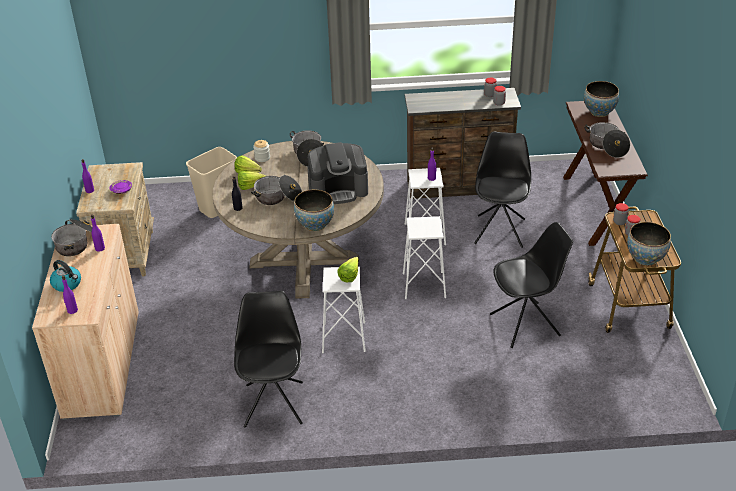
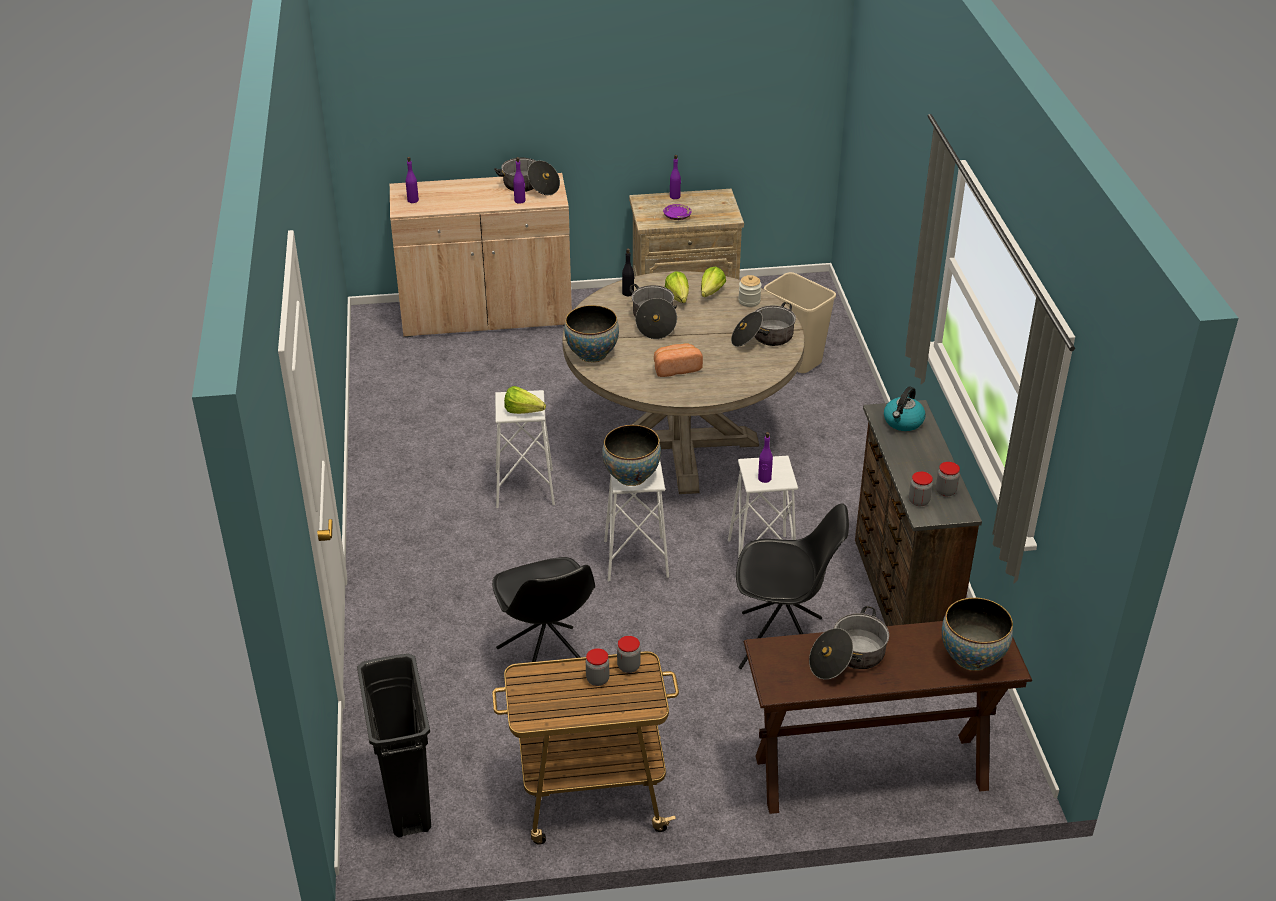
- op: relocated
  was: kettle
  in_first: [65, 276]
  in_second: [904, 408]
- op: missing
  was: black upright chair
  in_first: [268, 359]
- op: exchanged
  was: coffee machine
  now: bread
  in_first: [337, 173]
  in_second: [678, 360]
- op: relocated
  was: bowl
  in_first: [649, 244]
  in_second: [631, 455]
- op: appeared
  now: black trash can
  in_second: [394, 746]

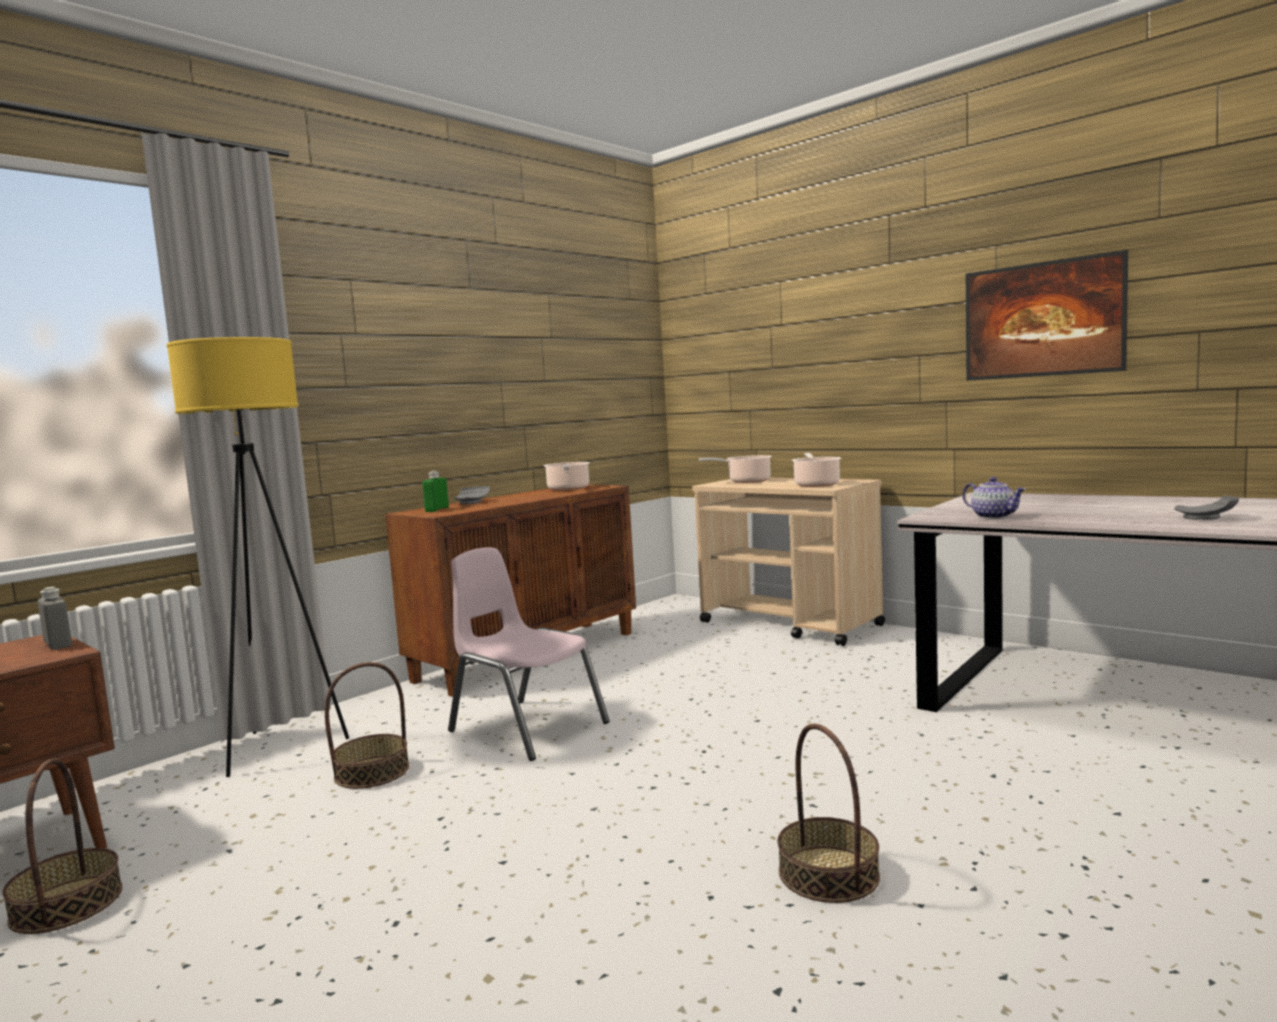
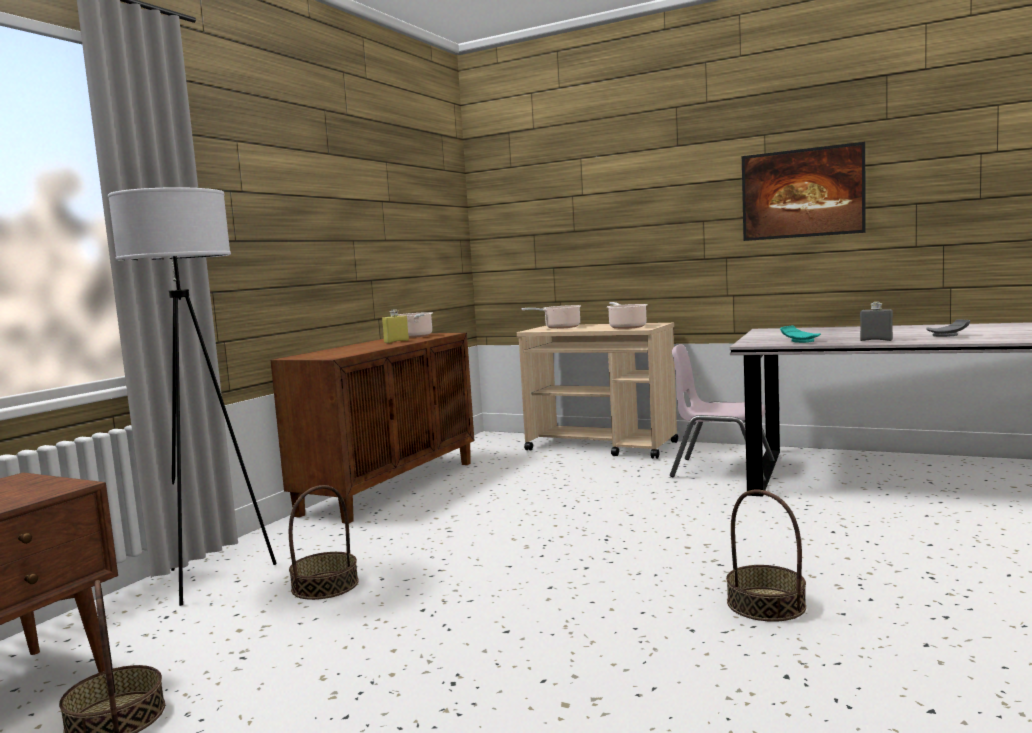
- op: relocated
  was: gray bottle
  in_first: [55, 618]
  in_second: [876, 321]
- op: colour
  was: yellow-coloured floor lamp
  now: whitish floor lamp
  in_first: [257, 557]
  in_second: [192, 396]
- op: missing
  was: greenish bottle
  in_first: [435, 491]
- op: relocated
  was: pink-coloured upright chair
  in_first: [529, 654]
  in_second: [722, 412]
- op: missing
  was: gray plate
  in_first: [472, 495]
- op: exchanged
  was: tea pot
  now: turquoise-coloured plate
  in_first: [994, 498]
  in_second: [800, 334]
- op: appeared
  now: yellow-coloured bottle
  in_second: [395, 326]

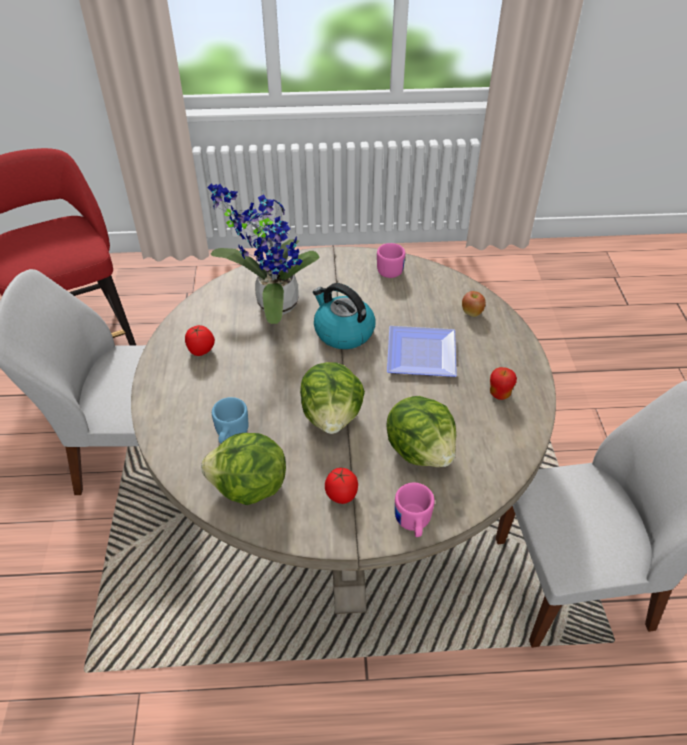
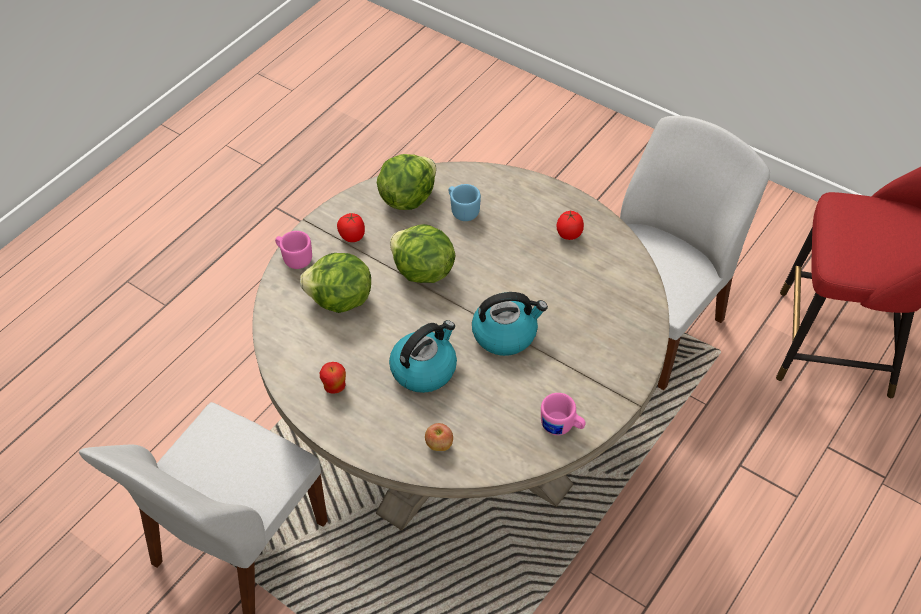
- op: missing
  was: plant in a pot
  in_first: [263, 253]
- op: exchanged
  was: plate
  now: kettle
  in_first: [422, 351]
  in_second: [423, 356]

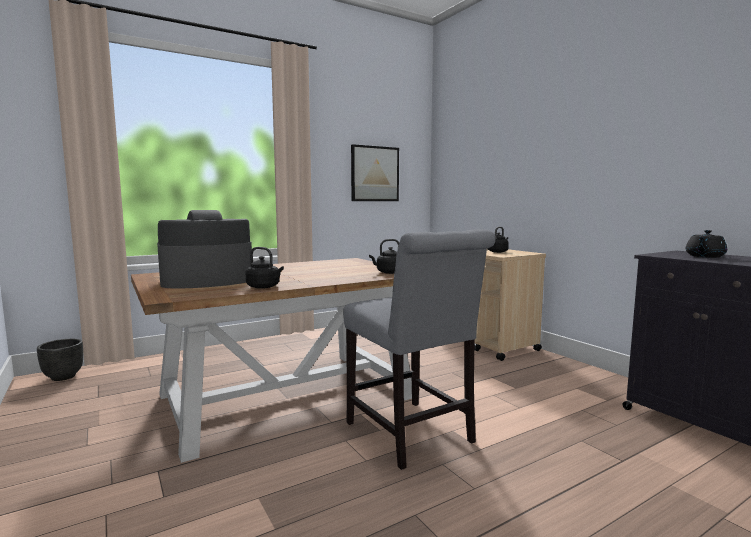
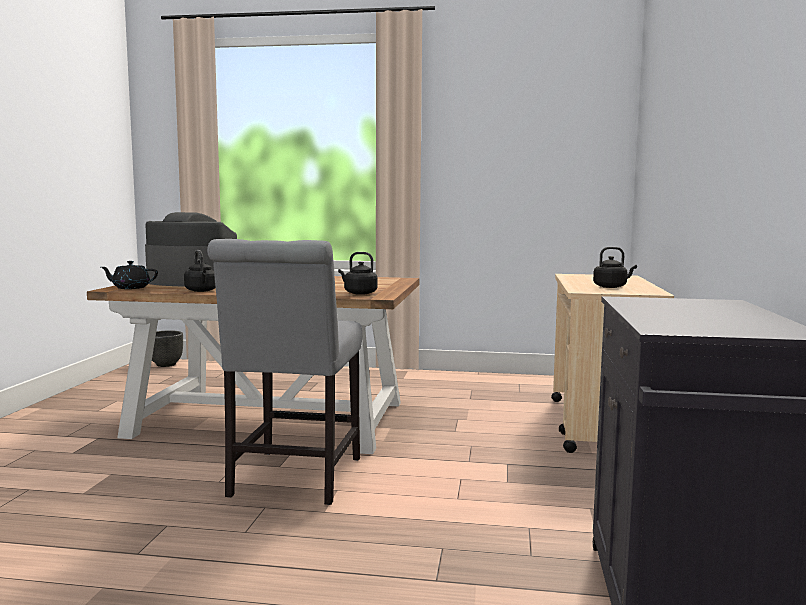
- op: missing
  was: wall picture
  in_first: [375, 172]
- op: relocated
  was: black tea pot
  in_first: [706, 244]
  in_second: [129, 275]

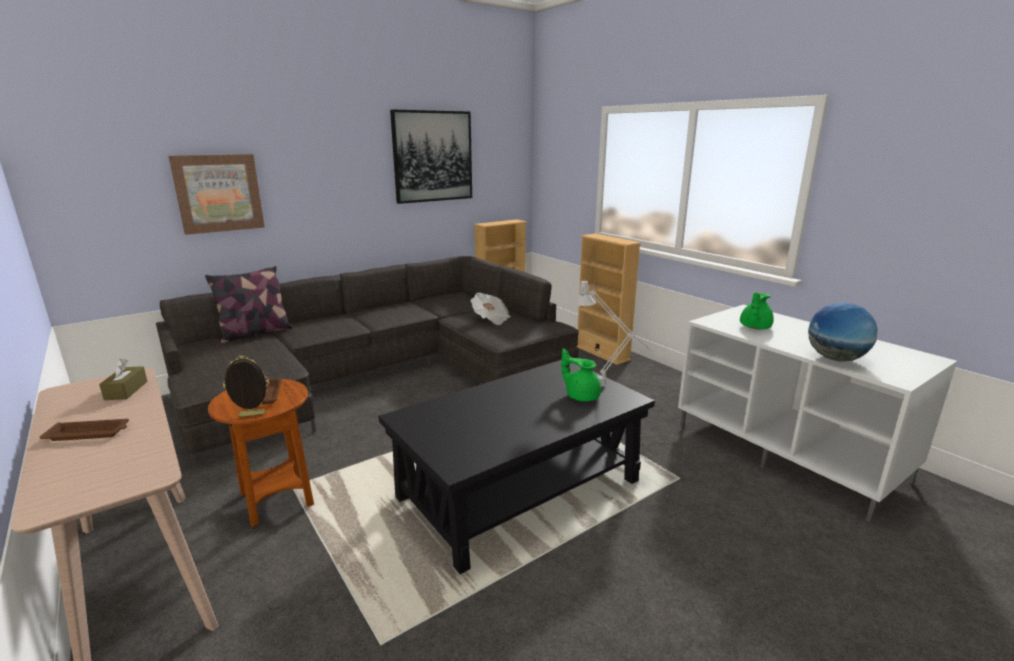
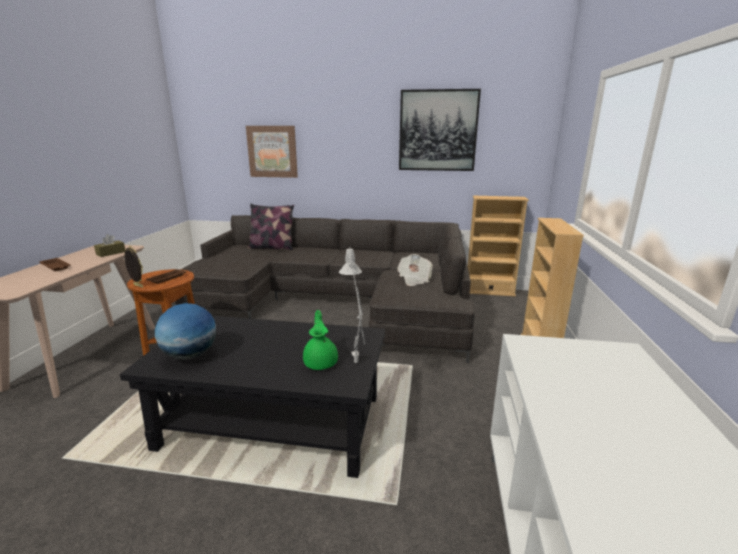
- op: missing
  was: greenish tea pot
  in_first: [757, 310]
- op: relocated
  was: desk globe
  in_first: [843, 332]
  in_second: [185, 331]

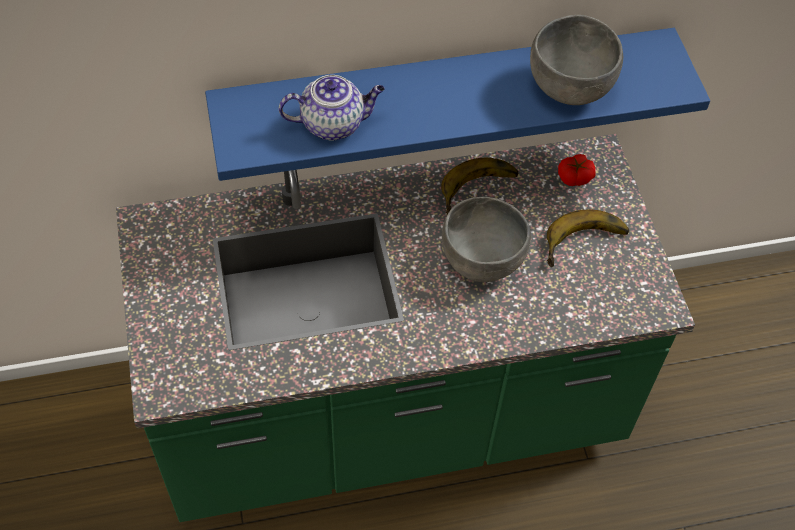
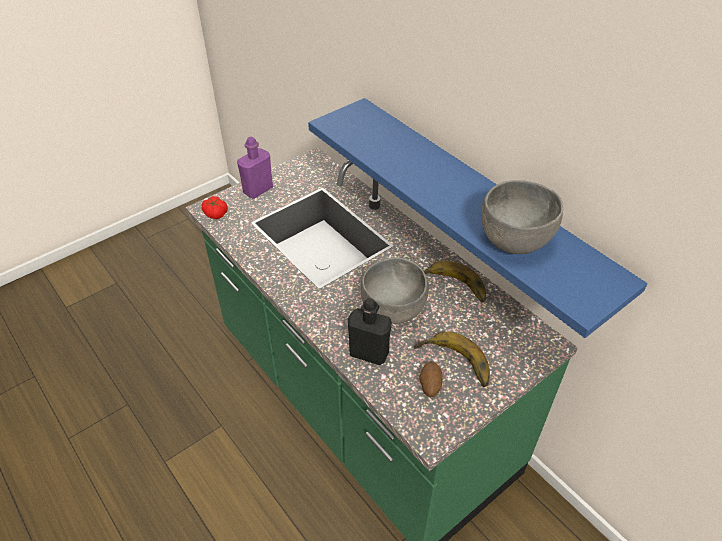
- op: missing
  was: tea pot
  in_first: [332, 107]
- op: relocated
  was: tomato
  in_first: [577, 170]
  in_second: [214, 207]
- op: appeared
  now: purplish bottle
  in_second: [255, 167]
- op: appeared
  now: black bottle
  in_second: [370, 331]
- op: appeared
  now: potato
  in_second: [430, 379]

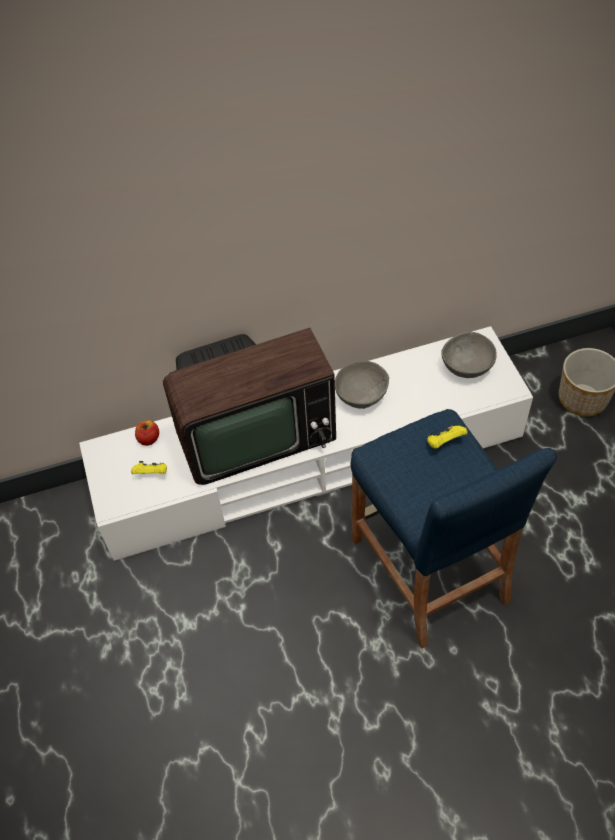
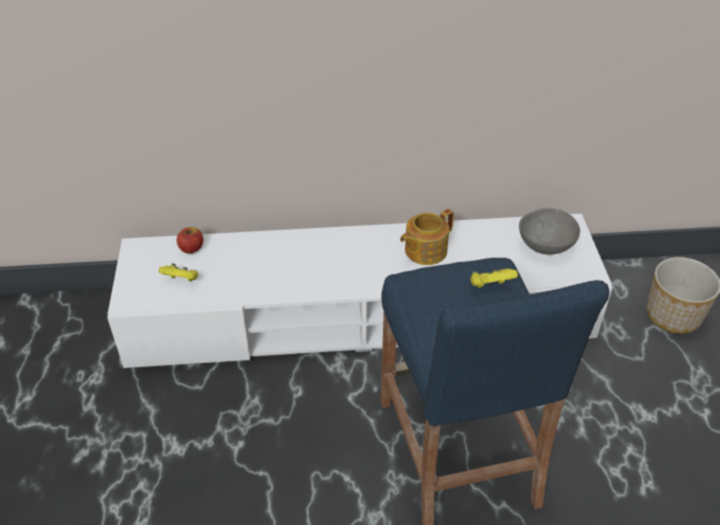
- op: missing
  was: TV
  in_first: [249, 406]
- op: exchanged
  was: gray bowl
  now: tea pot
  in_first: [362, 385]
  in_second: [427, 237]

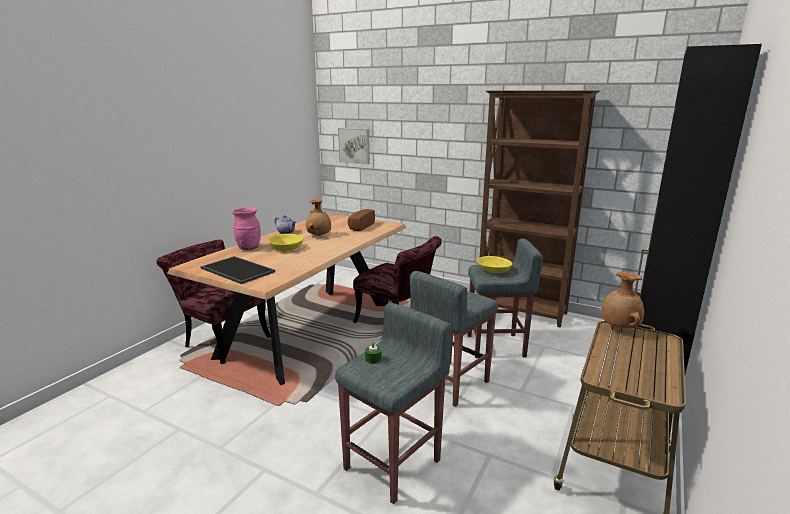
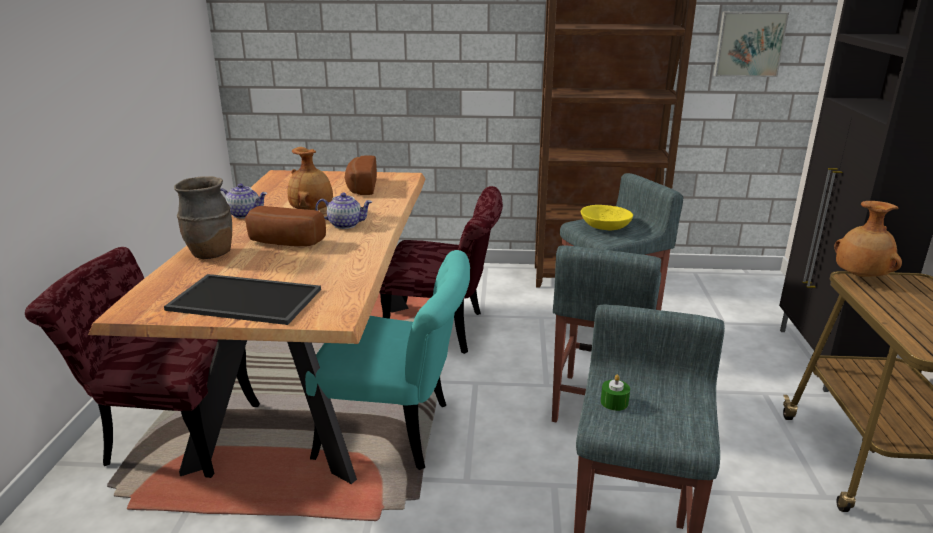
- op: colour
  was: pink-coloured decorative vase
  now: brown-coloured decorative vase
  in_first: [246, 228]
  in_second: [203, 217]
- op: exchanged
  was: yellow-coloured bowl
  now: bread
  in_first: [286, 242]
  in_second: [285, 226]
- op: relocated
  was: wall picture
  in_first: [354, 146]
  in_second: [751, 44]
- op: appeared
  now: turquoise-coloured upright chair
  in_second: [387, 360]
- op: appeared
  now: tea pot
  in_second: [344, 211]

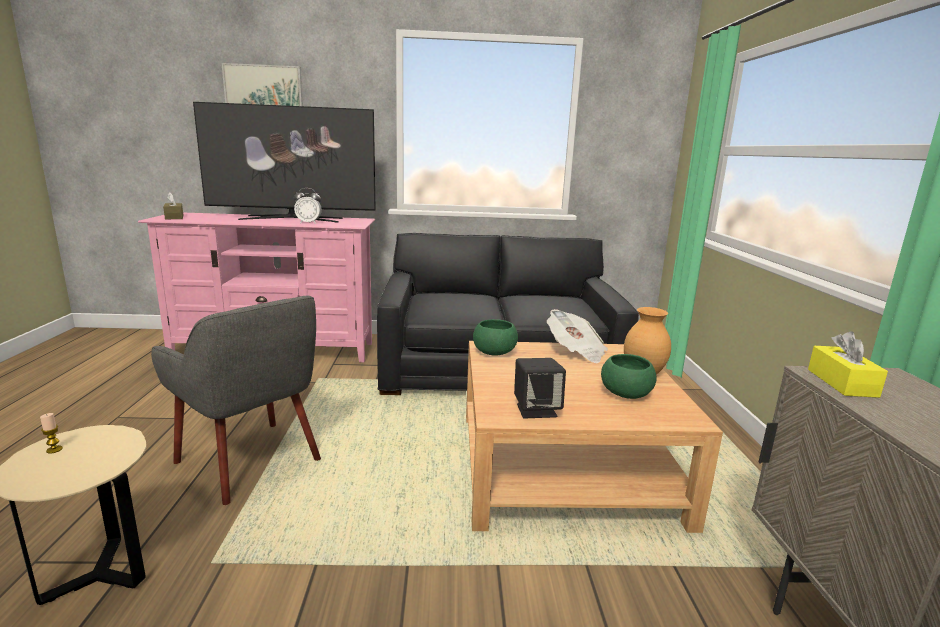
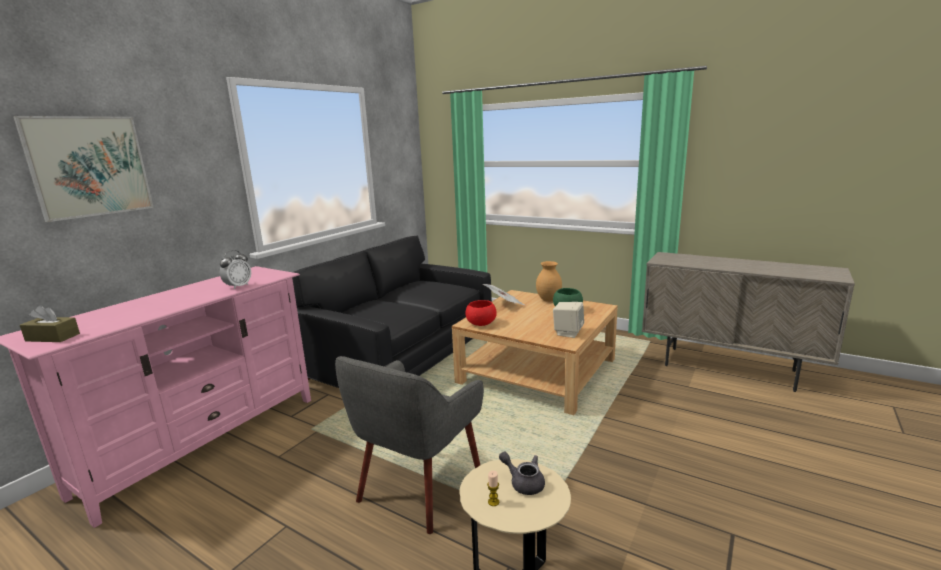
- op: spun
  was: gray easy chair
  in_first: [236, 400]
  in_second: [409, 445]
  clockwise: 135
- op: missing
  was: TV
  in_first: [284, 162]
- op: colour
  was: greenish bowl
  now: reddish bowl
  in_first: [495, 337]
  in_second: [481, 313]
- op: colour
  was: black speaker
  now: sand-coloured speaker
  in_first: [540, 388]
  in_second: [568, 320]
- op: missing
  was: yellow-coloured tissue box
  in_first: [848, 364]
- op: appeared
  now: gray tea pot
  in_second: [522, 473]

